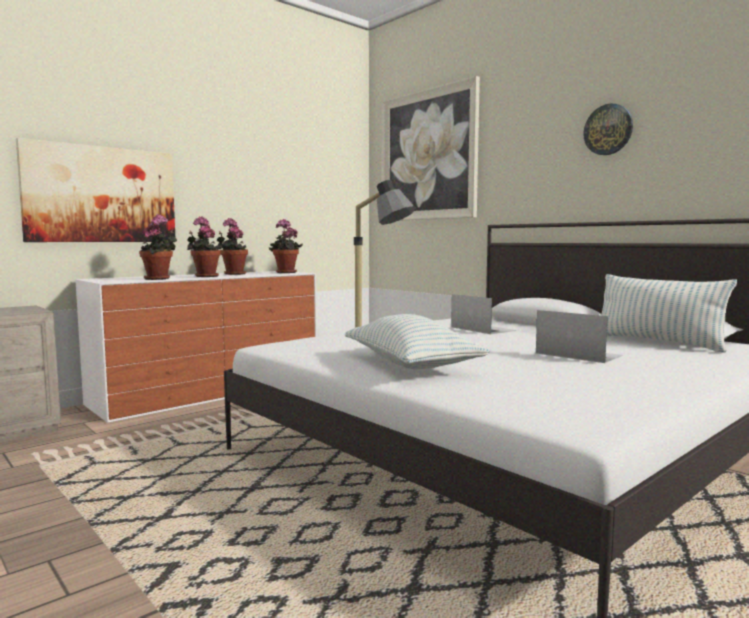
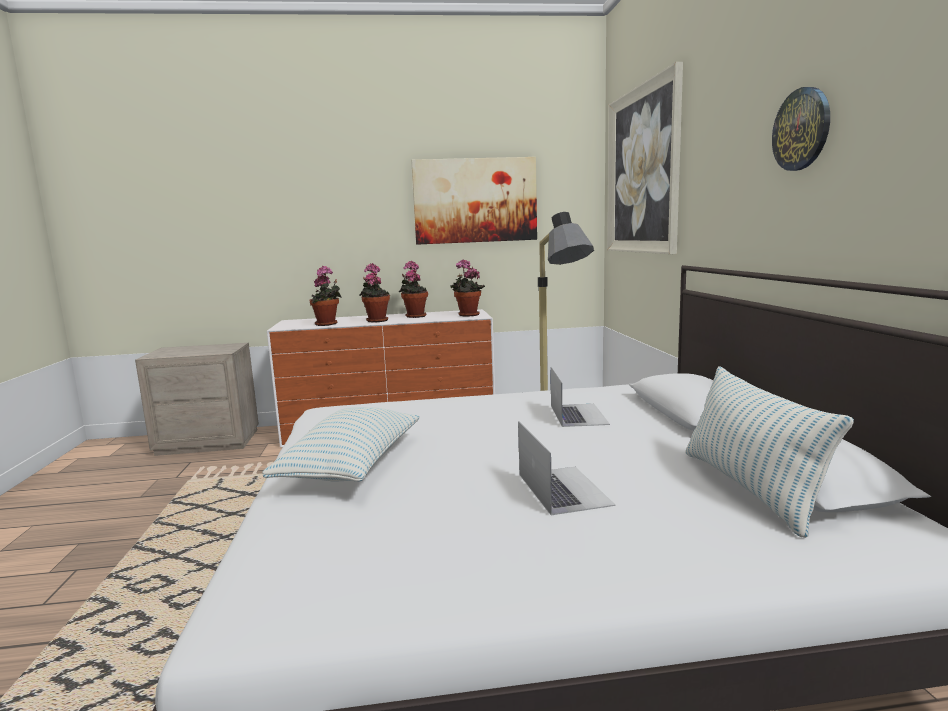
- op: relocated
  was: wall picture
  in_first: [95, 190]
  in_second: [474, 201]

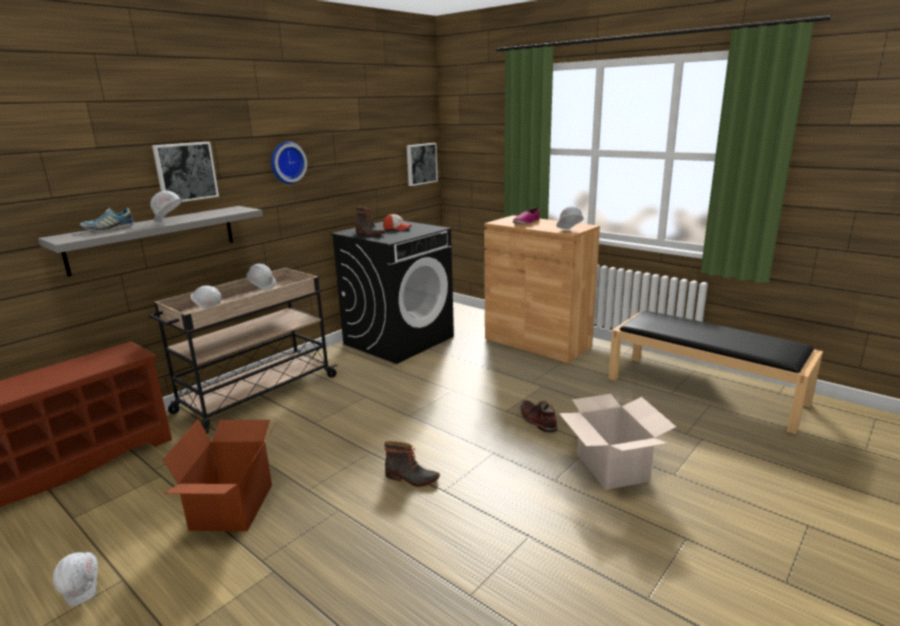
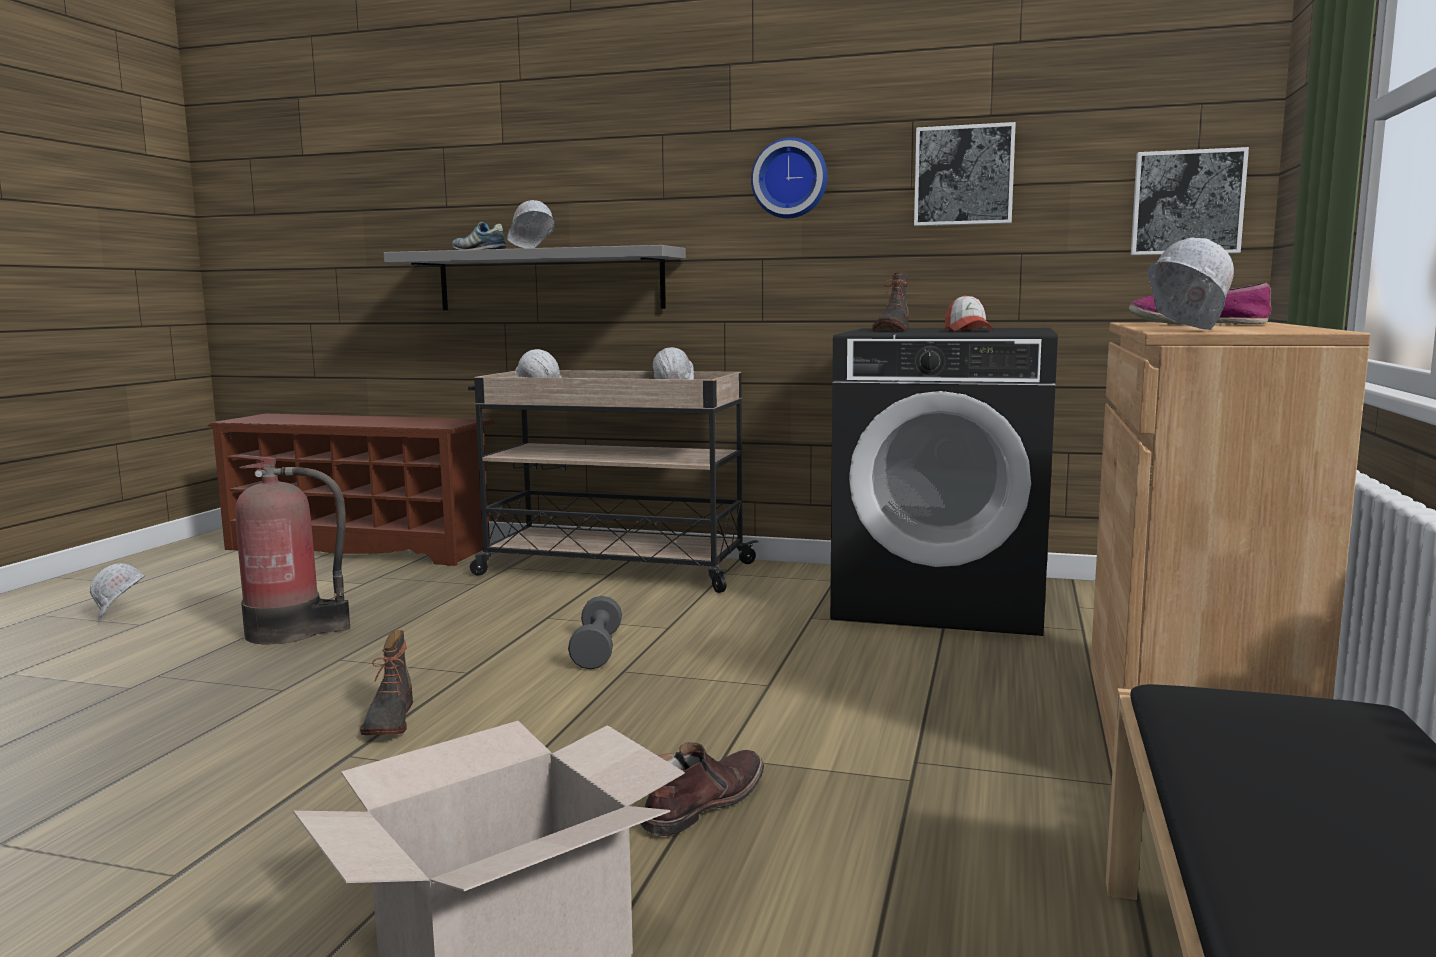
- op: relocated
  was: wall picture
  in_first: [185, 172]
  in_second: [965, 174]
- op: exchanged
  was: cardboard box
  now: extinguisher
  in_first: [220, 475]
  in_second: [292, 549]
- op: appeared
  now: gray free weight
  in_second: [595, 632]

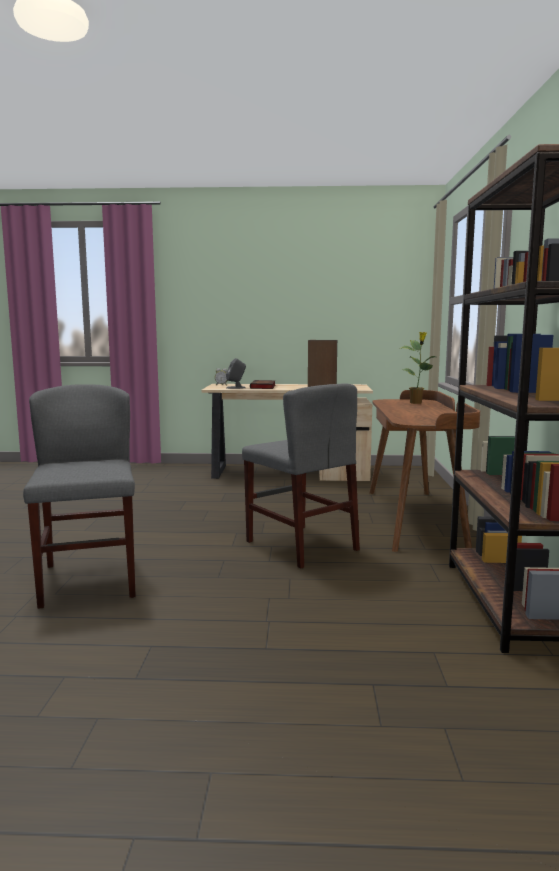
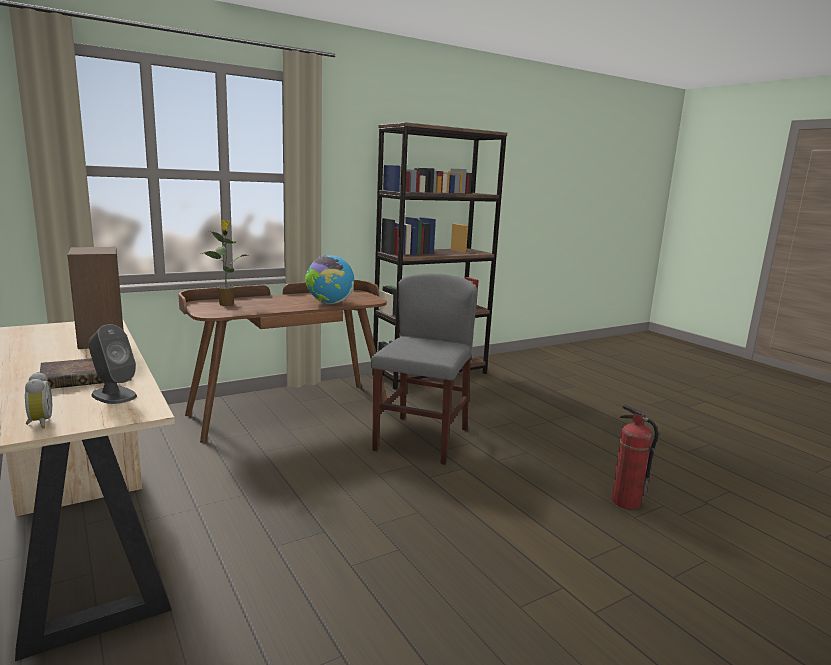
- op: exchanged
  was: gray upright chair
  now: extinguisher
  in_first: [79, 496]
  in_second: [635, 456]
- op: appeared
  now: desk globe
  in_second: [329, 279]

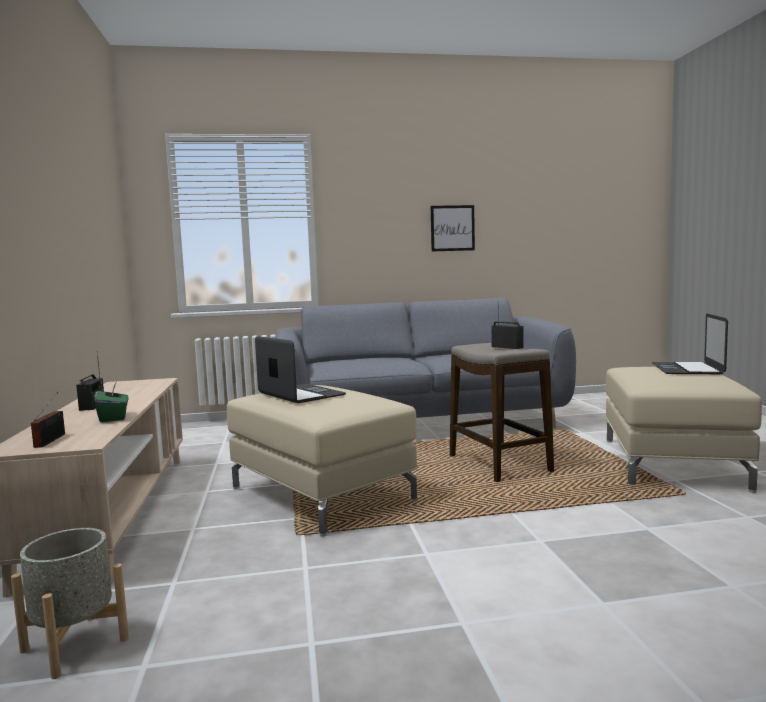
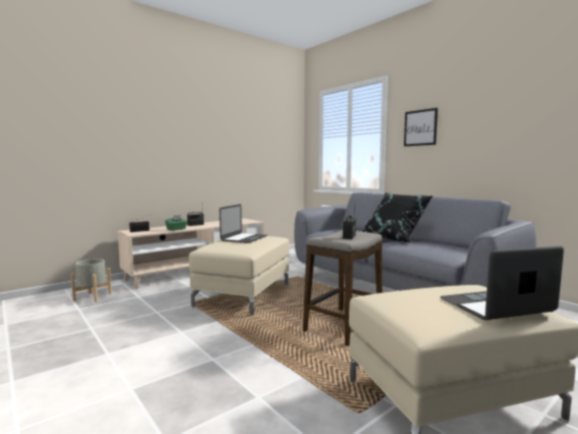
- op: relocated
  was: wall picture
  in_first: [453, 228]
  in_second: [421, 127]
- op: appeared
  now: black throw pillow
  in_second: [398, 217]

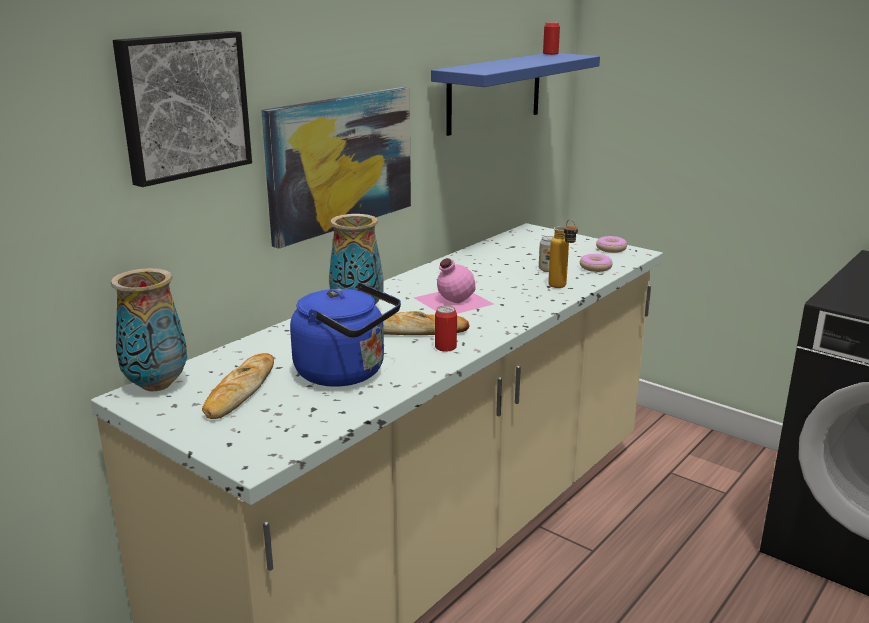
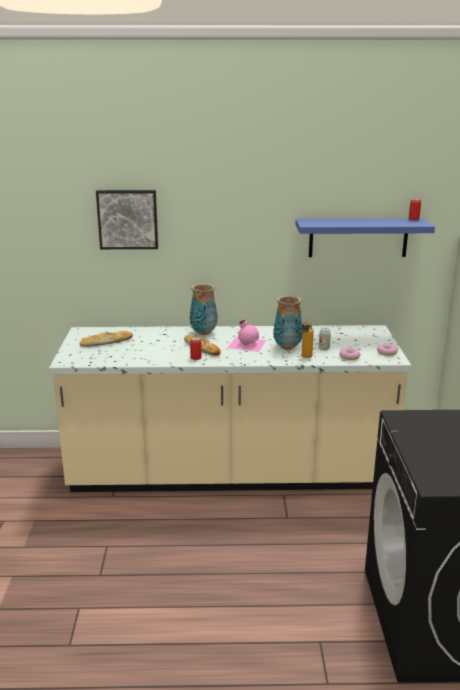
- op: relocated
  was: decorative vase
  in_first: [149, 329]
  in_second: [288, 323]
- op: missing
  was: wall picture
  in_first: [336, 168]
- op: missing
  was: bluish kettle
  in_first: [345, 334]

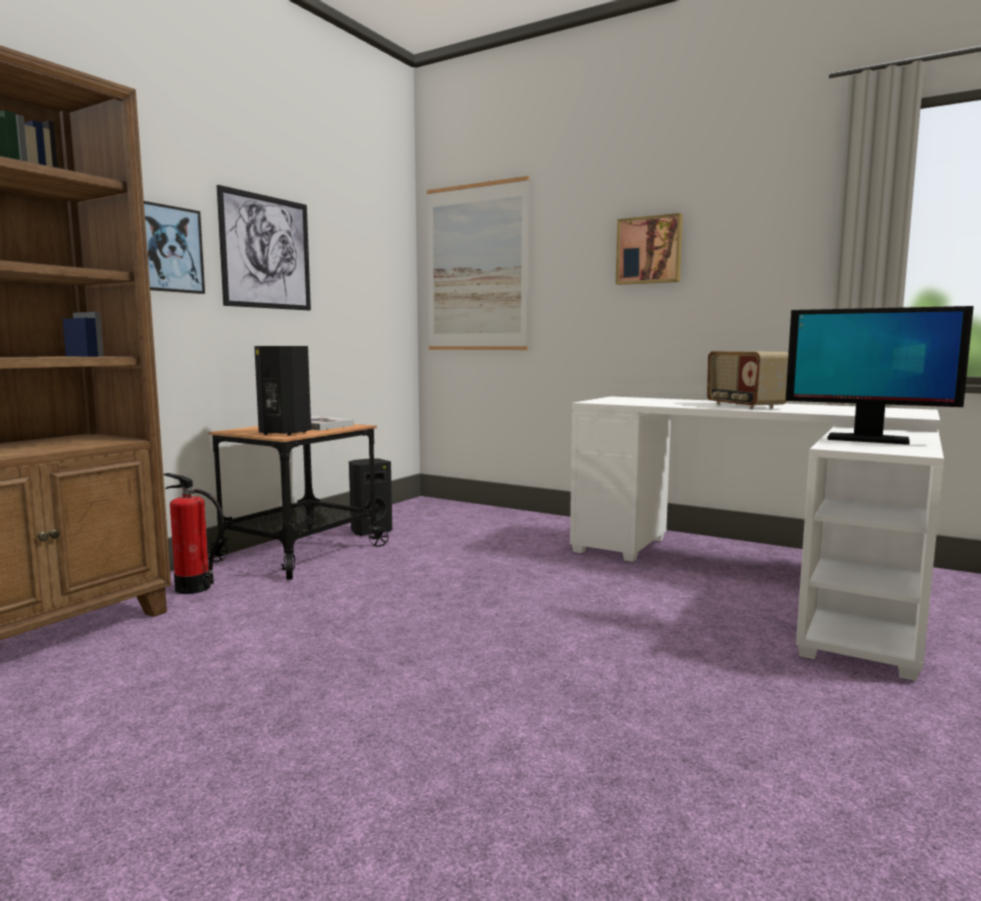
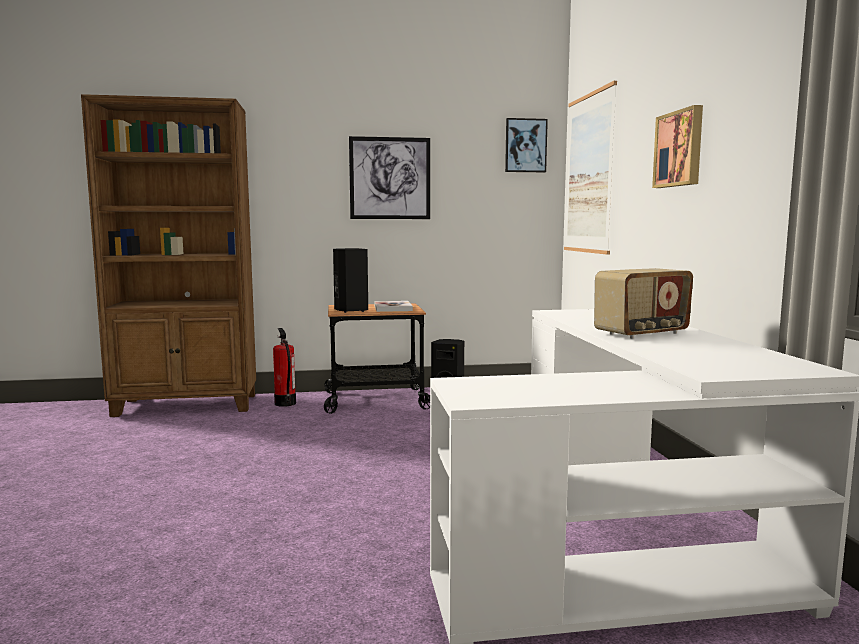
- op: relocated
  was: wall picture
  in_first: [174, 247]
  in_second: [526, 145]
- op: spun
  was: radio receiver
  in_first: [748, 380]
  in_second: [643, 303]
  clockwise: -150
- op: missing
  was: computer screen
  in_first: [880, 375]

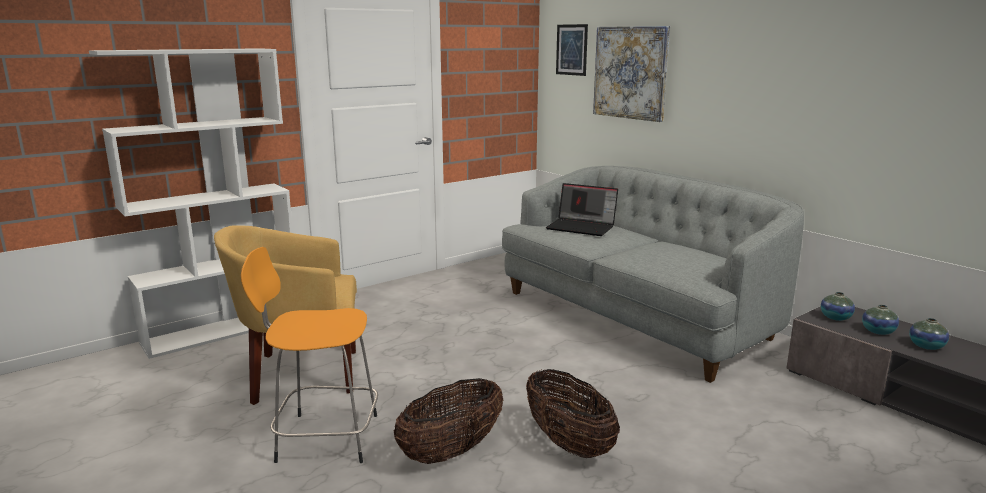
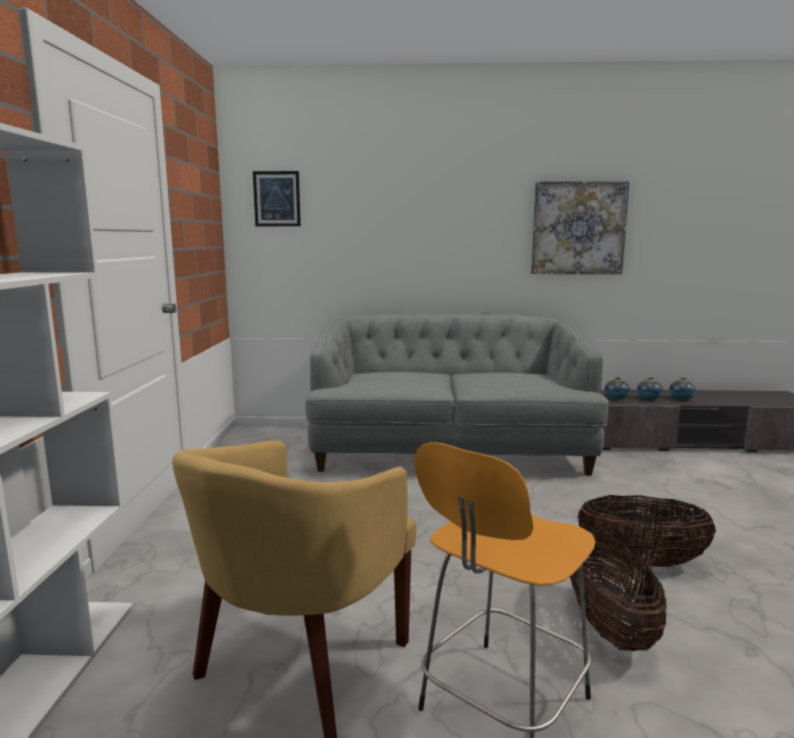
- op: missing
  was: notebook computer
  in_first: [582, 209]
- op: relocated
  was: wall picture
  in_first: [631, 74]
  in_second: [580, 227]

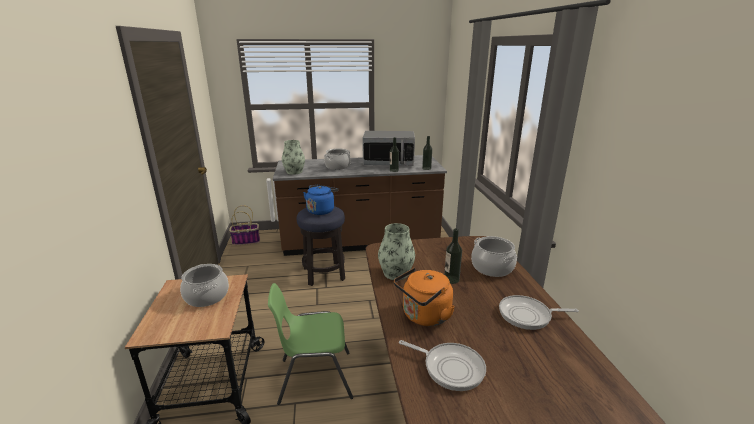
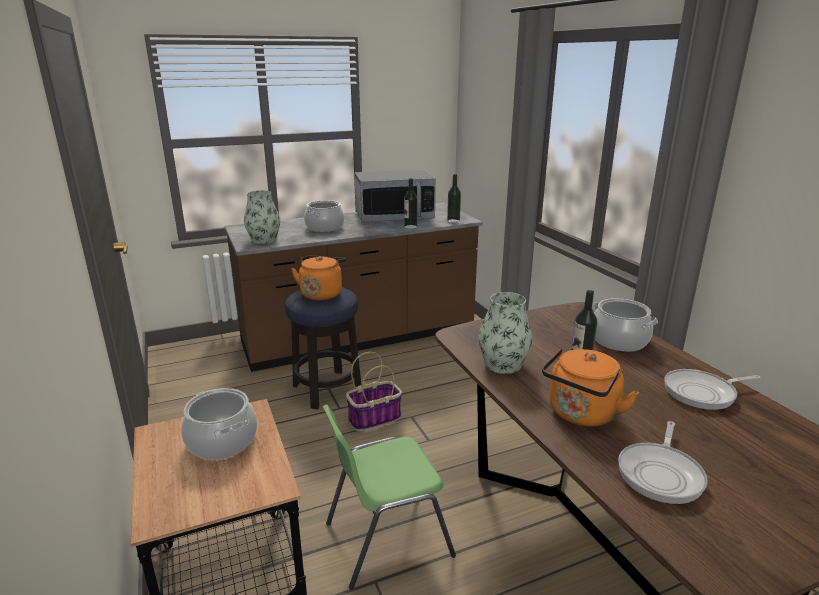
- op: relocated
  was: storage basket
  in_first: [244, 225]
  in_second: [374, 391]
- op: colour
  was: bluish kettle
  now: orangey kettle
  in_first: [320, 200]
  in_second: [318, 277]
- op: spun
  was: pan
  in_first: [442, 365]
  in_second: [663, 462]
  clockwise: 105

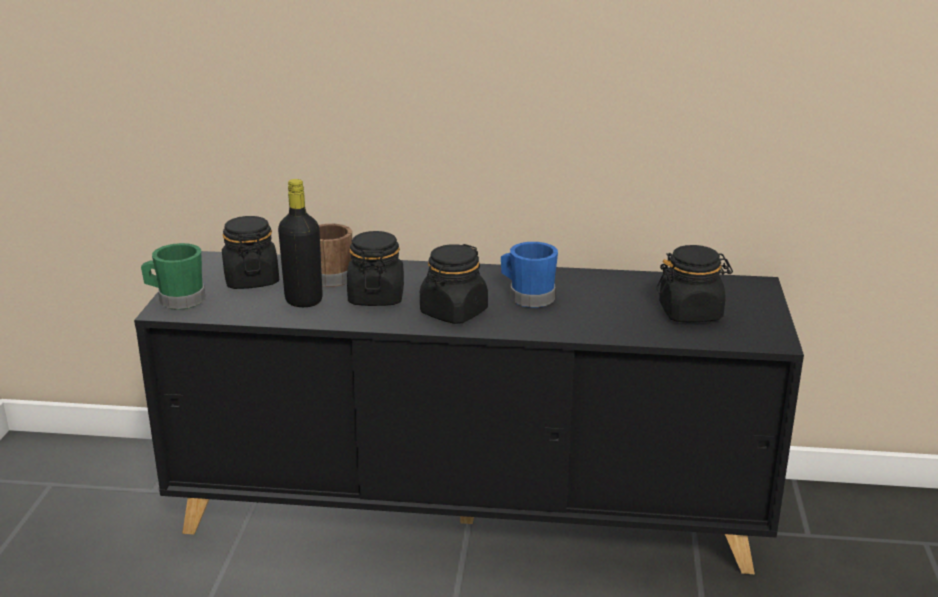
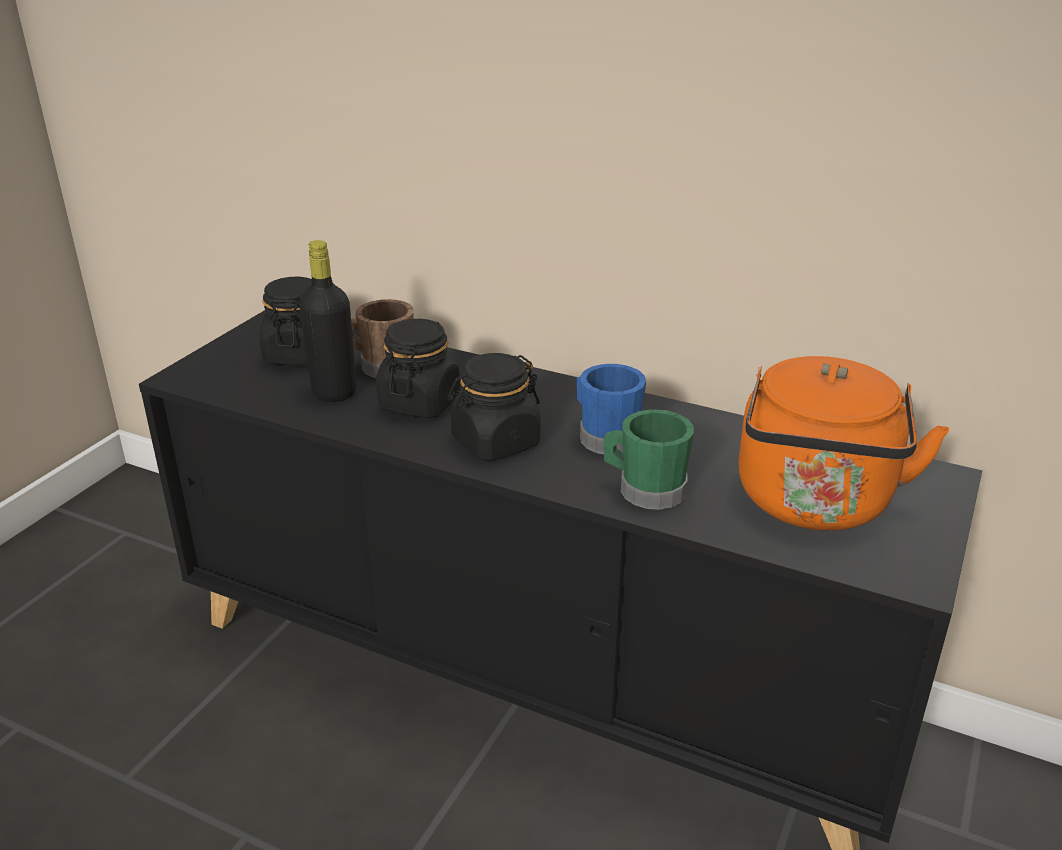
- op: relocated
  was: greenish mug
  in_first: [173, 276]
  in_second: [649, 459]
- op: exchanged
  was: black jar
  now: orangey kettle
  in_first: [694, 283]
  in_second: [843, 443]

